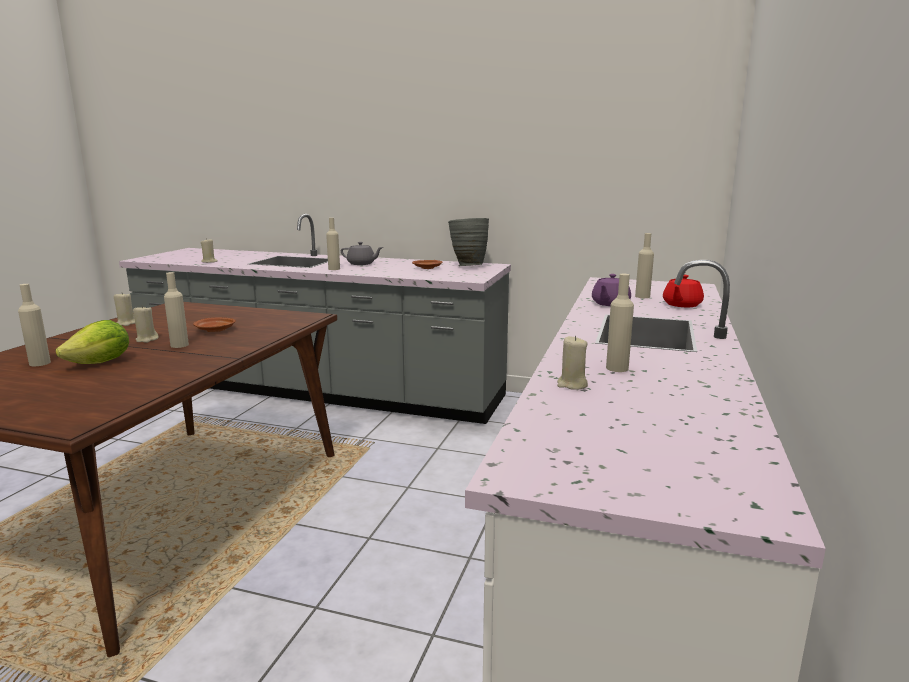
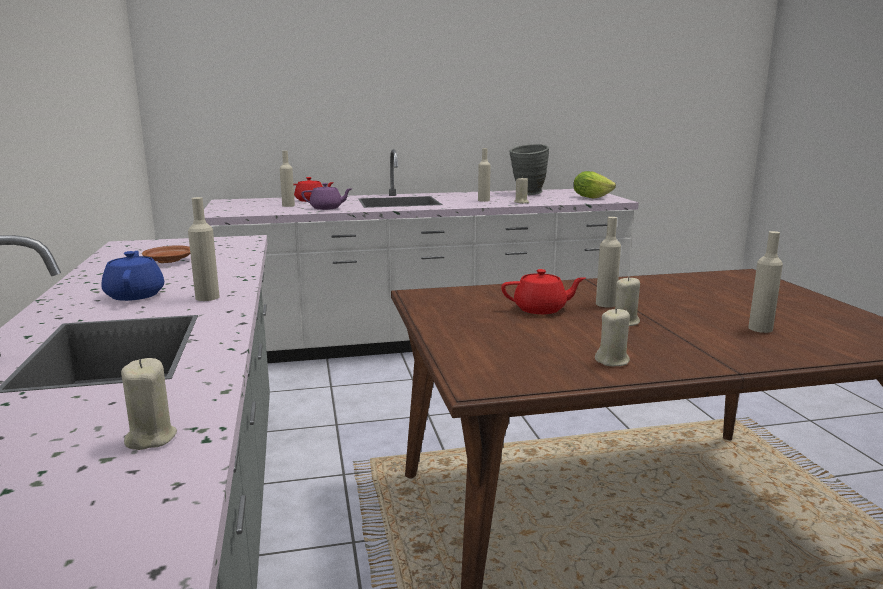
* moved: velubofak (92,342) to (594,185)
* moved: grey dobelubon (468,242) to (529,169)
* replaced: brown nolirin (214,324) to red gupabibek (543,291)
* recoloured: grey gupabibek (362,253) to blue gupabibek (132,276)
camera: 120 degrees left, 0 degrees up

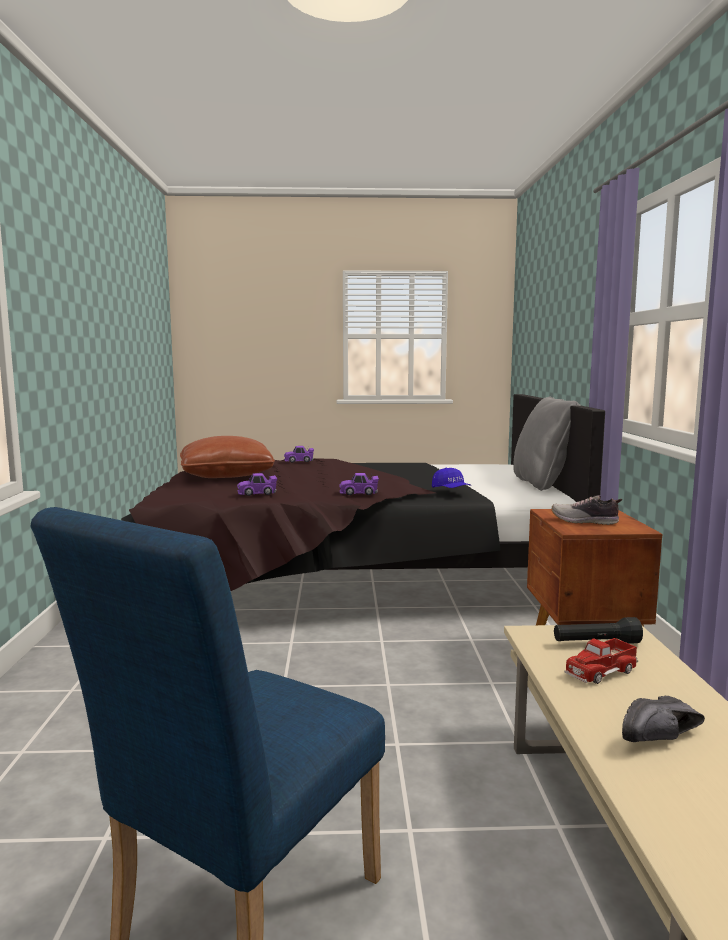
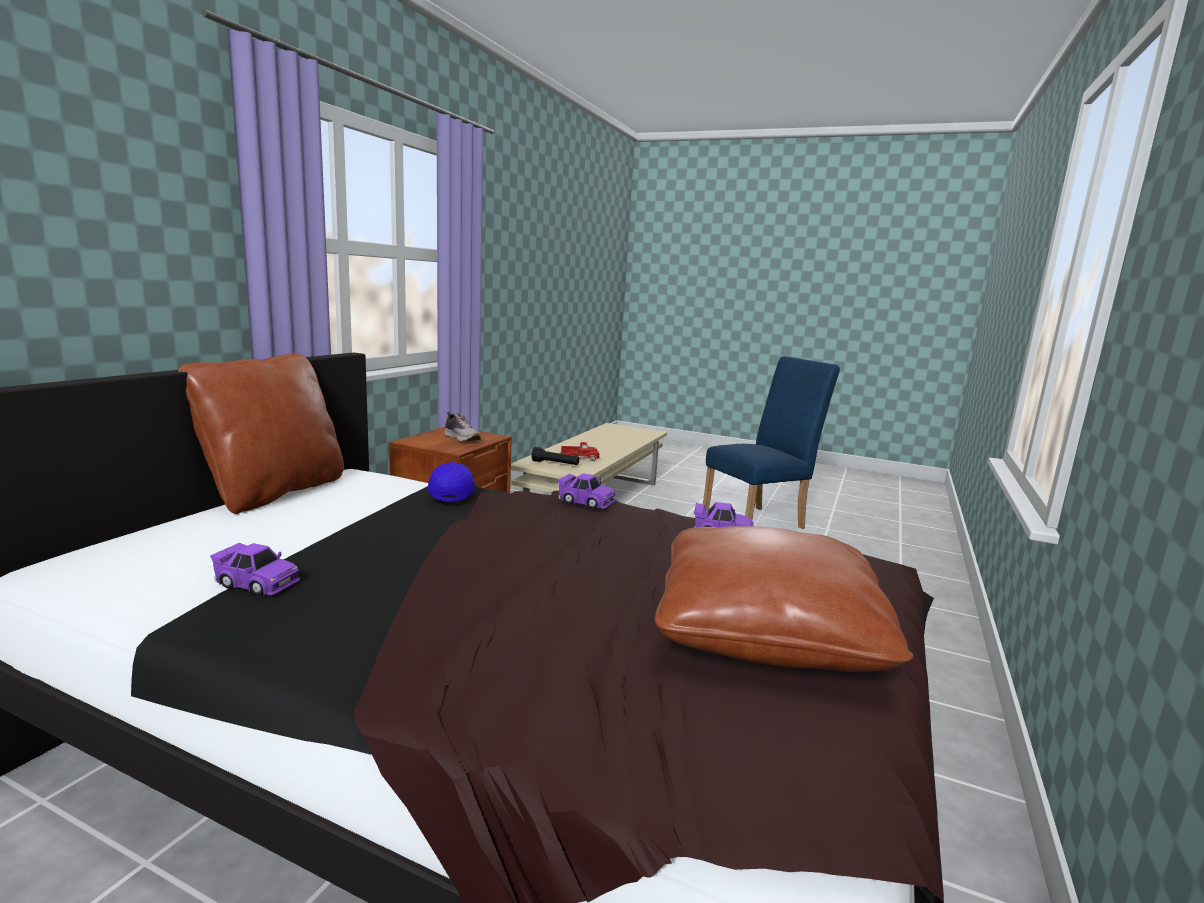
* removed: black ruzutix (663,719)
* moved: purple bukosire (299,454) to (255,569)
* recoloured: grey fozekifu (547,444) to brown fozekifu (261,434)
camera: 155 degrees left, 5 degrees up

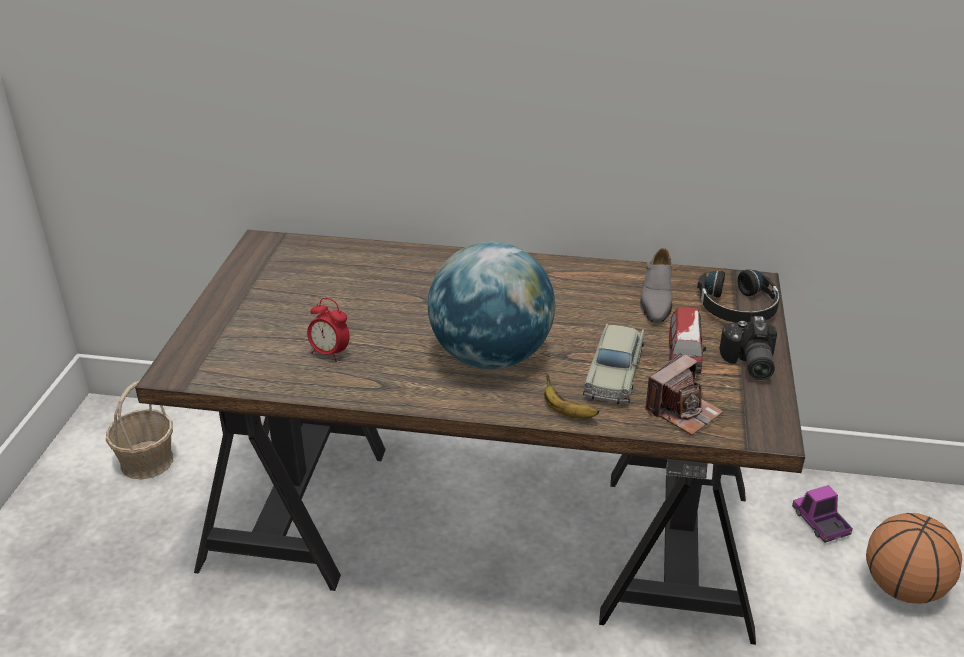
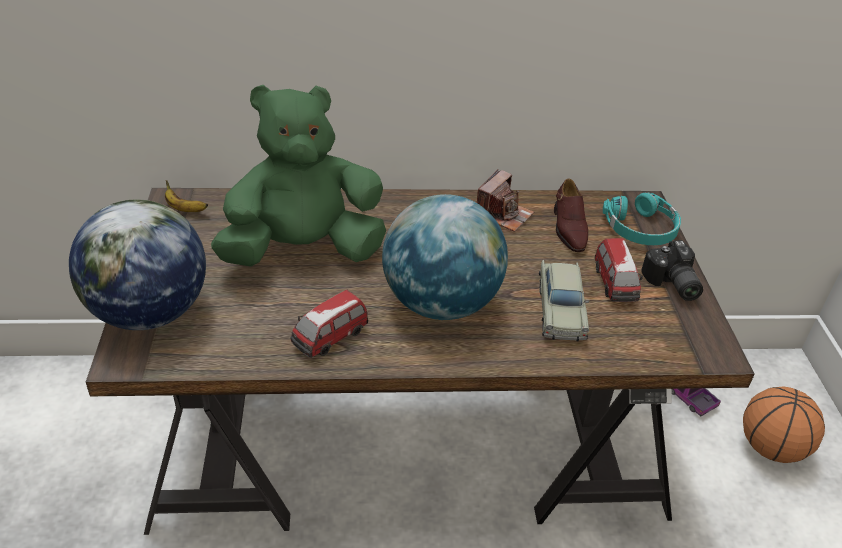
* removed: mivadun (139,430)
* removed: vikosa (328,330)
* added: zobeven (137,265)
* added: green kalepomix (298,176)
* added: bukosire (329,324)
* moved: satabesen (571,396) to (186,196)
* moved: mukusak (684,394) to (505,200)
* recoloured: grey ruzutix (656,285) to brown ruzutix (571,215)
* recoloured: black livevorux (738,296) to turquoise livevorux (642,219)
camera: 15 degrees left, 5 degrees up

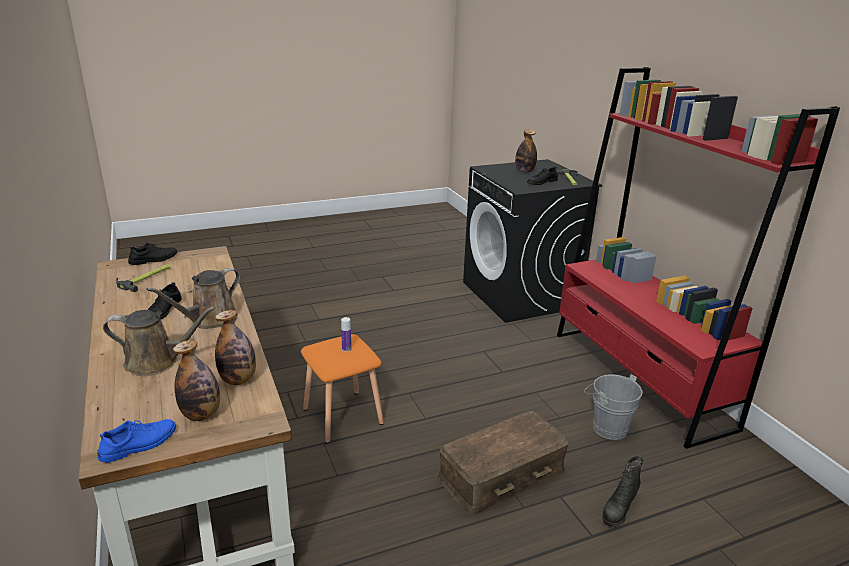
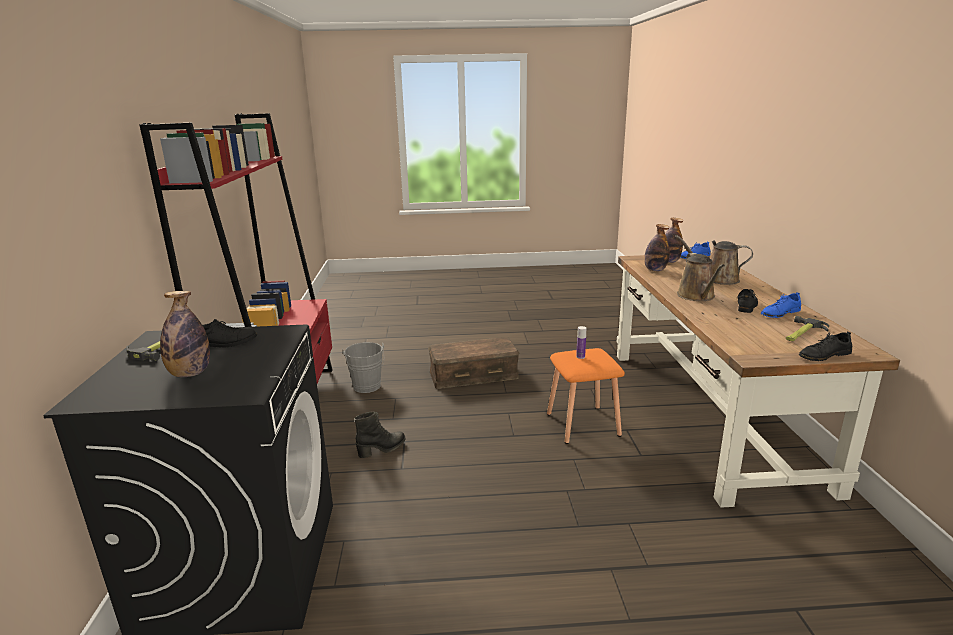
* added: blue ruzutix (781,305)
* moved: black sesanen (623,491) to (379,435)
* turned: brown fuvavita (193,298) = (701,277) 120 degrees clockwise
camera: 160 degrees left, 5 degrees down

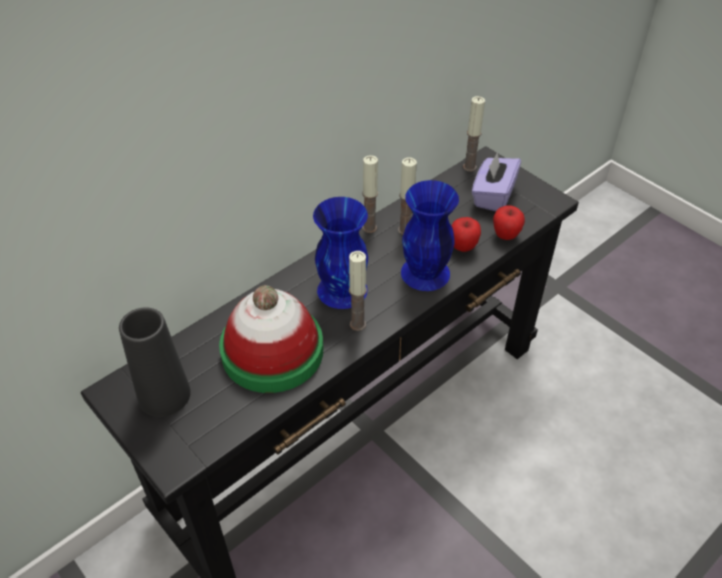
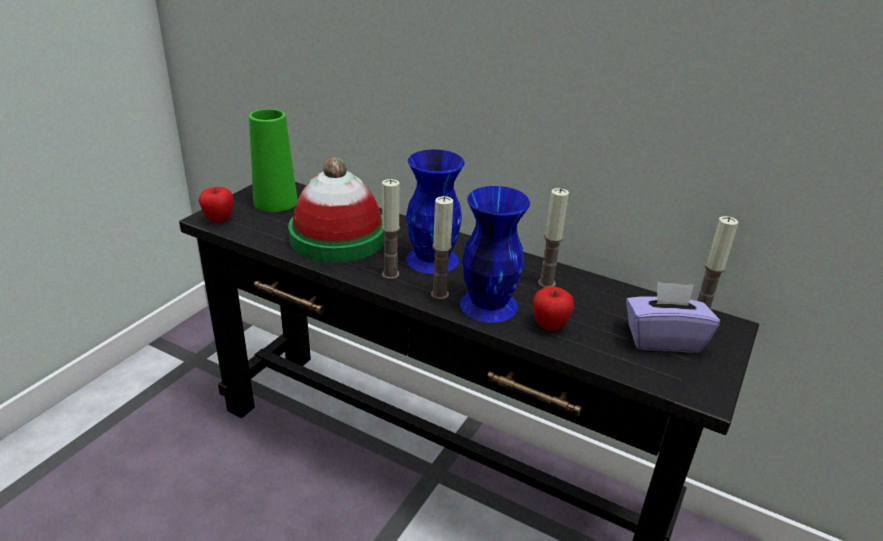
* moved: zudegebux (370,194) to (442,248)
* moved: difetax (509,222) to (216,205)
* recoloured: black dobelubon (155,362) to green dobelubon (273,160)
camera: 70 degrees right, 15 degrees down

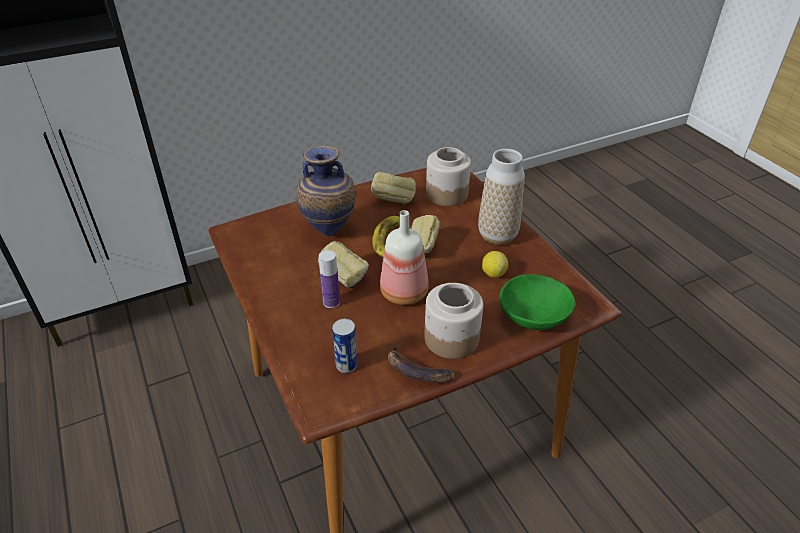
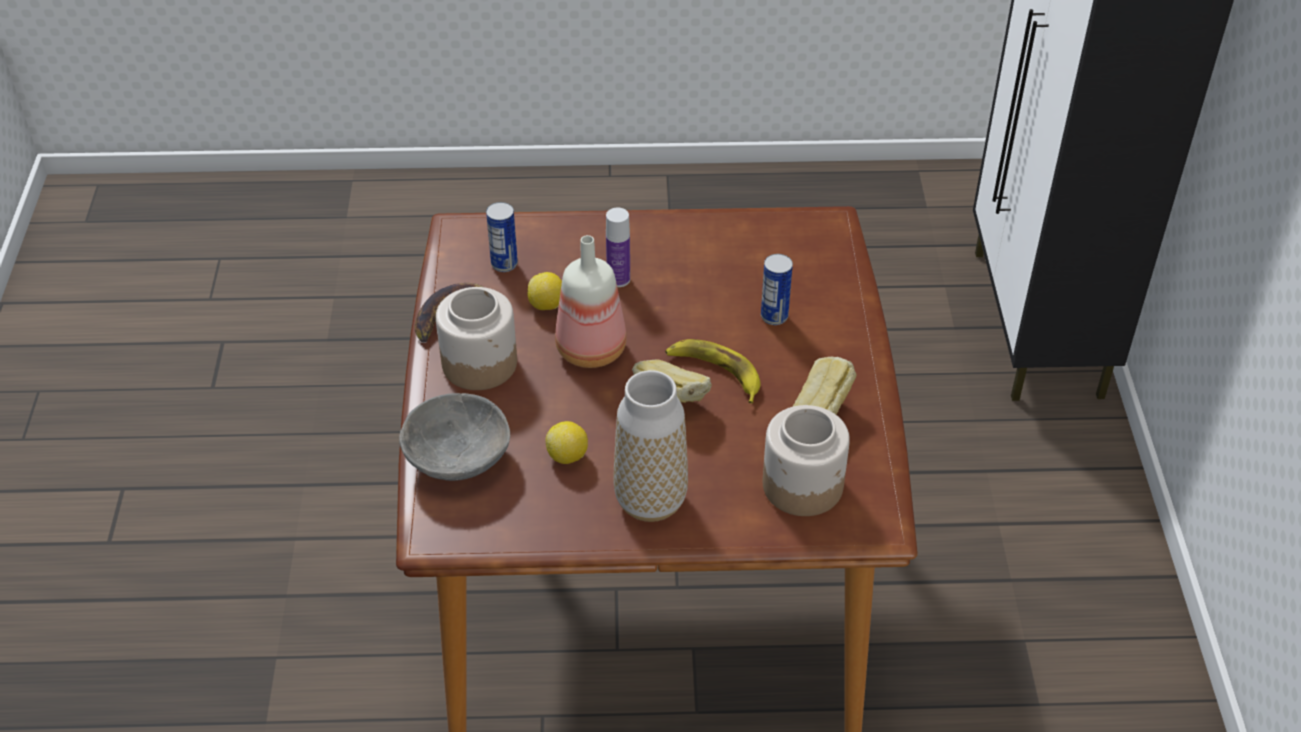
* removed: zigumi (343,264)
* added: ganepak (545,291)
* replaced: dobelubon (325,191) to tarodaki (777,289)
* recoloured: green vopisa (537,302) to grey vopisa (454,437)
camera: 115 degrees right, 5 degrees up

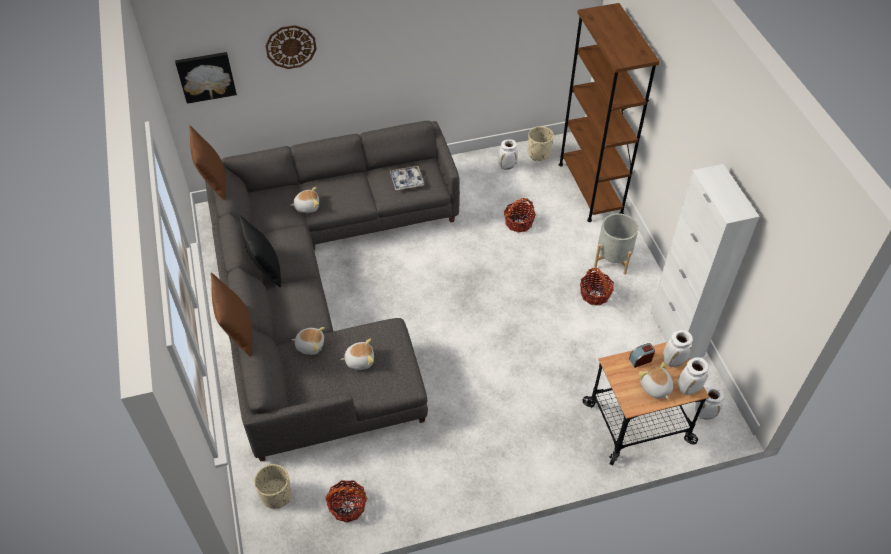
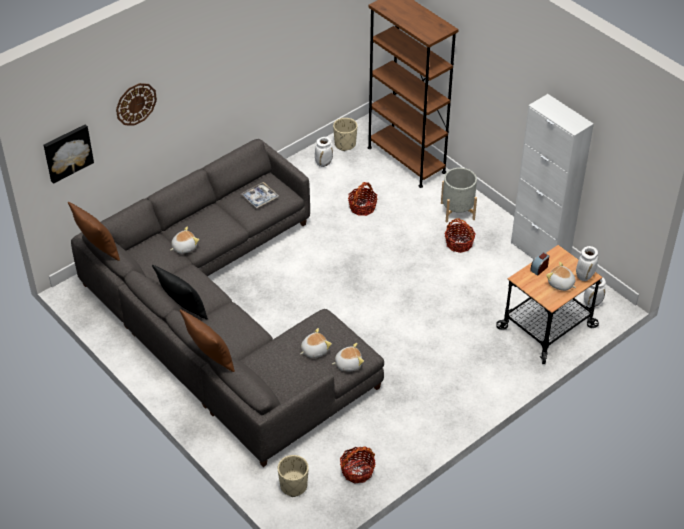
* removed: white dobelubon (678,348)
* moved: kalepomix (308,341) to (348,357)
camera: 25 degrees left, 5 degrees down

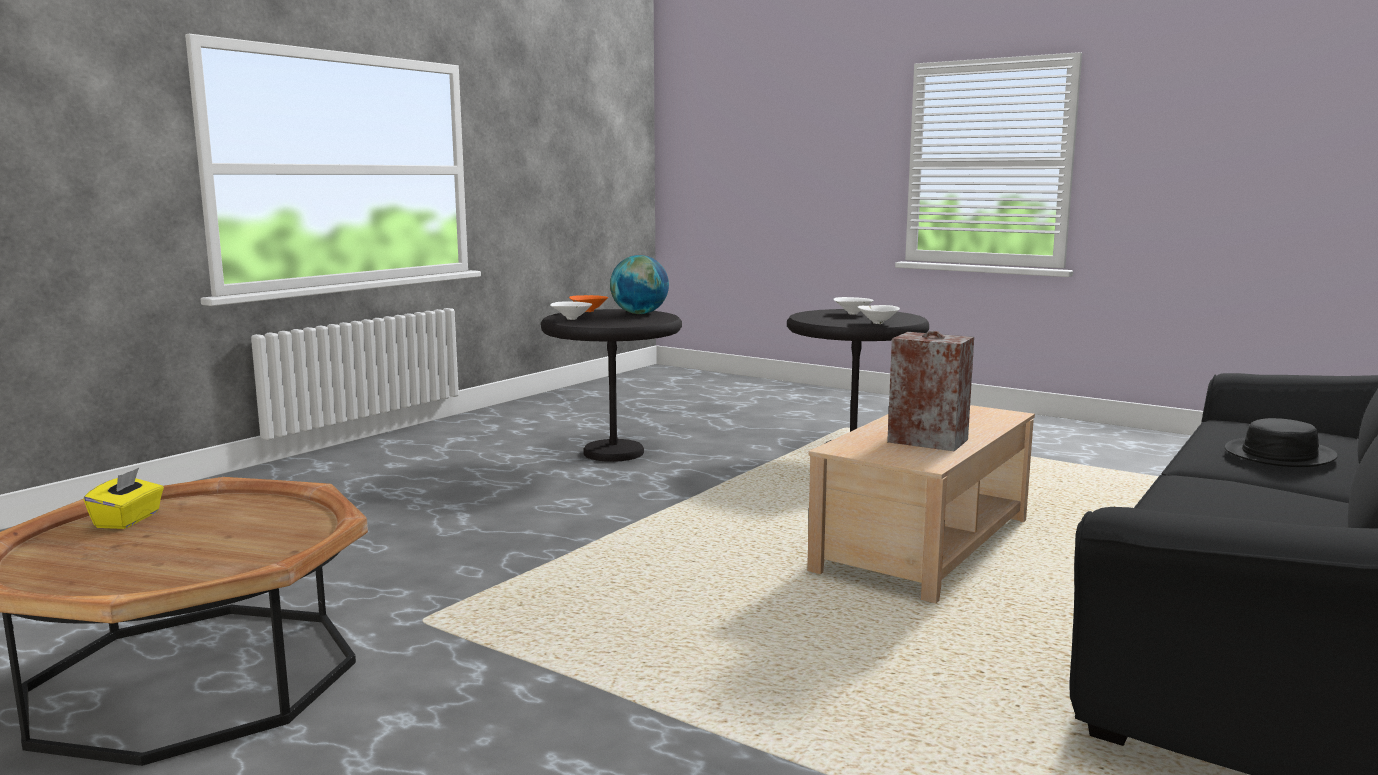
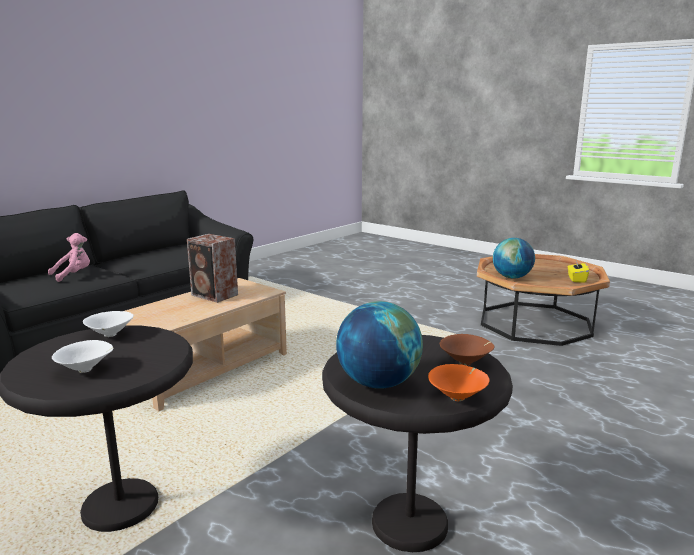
* added: zobeven (514,258)
* replaced: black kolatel (1281,442) to pink kalepomix (69,257)
* recoloured: white vopisa (571,310) to brown vopisa (466,350)
camera: 175 degrees left, 5 degrees up

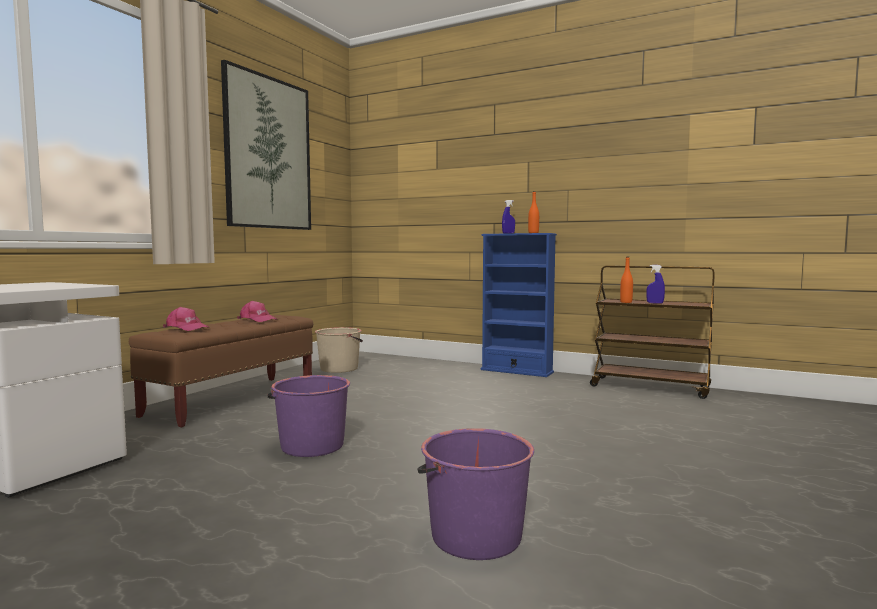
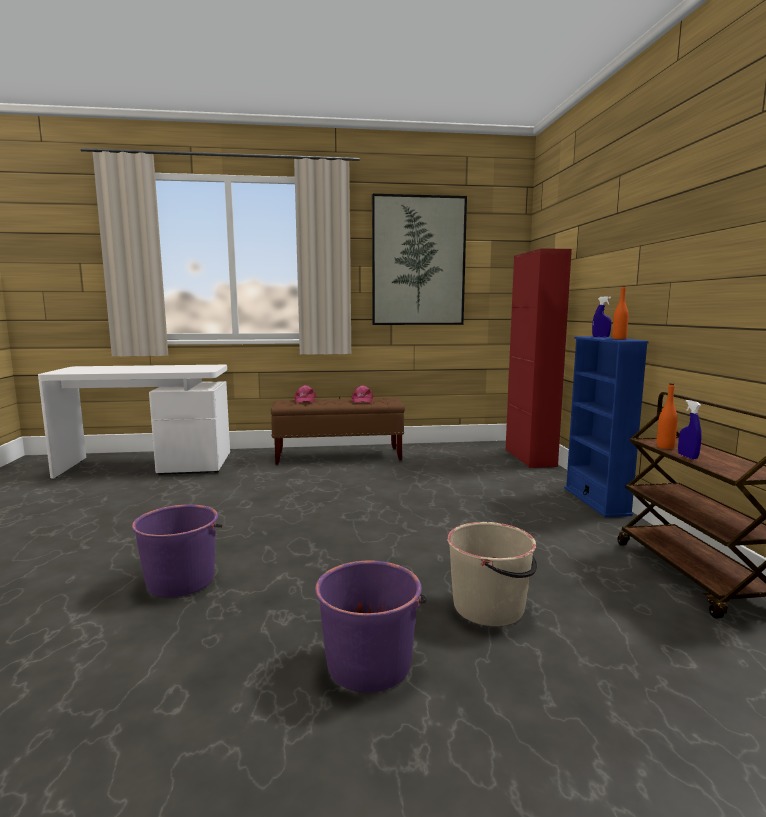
* added: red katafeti (539,358)
* moved: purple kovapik (308,416) to (371,626)
* moved: beige kovapik (339,350) to (492,574)
camera: 55 degrees right, 5 degrees up

